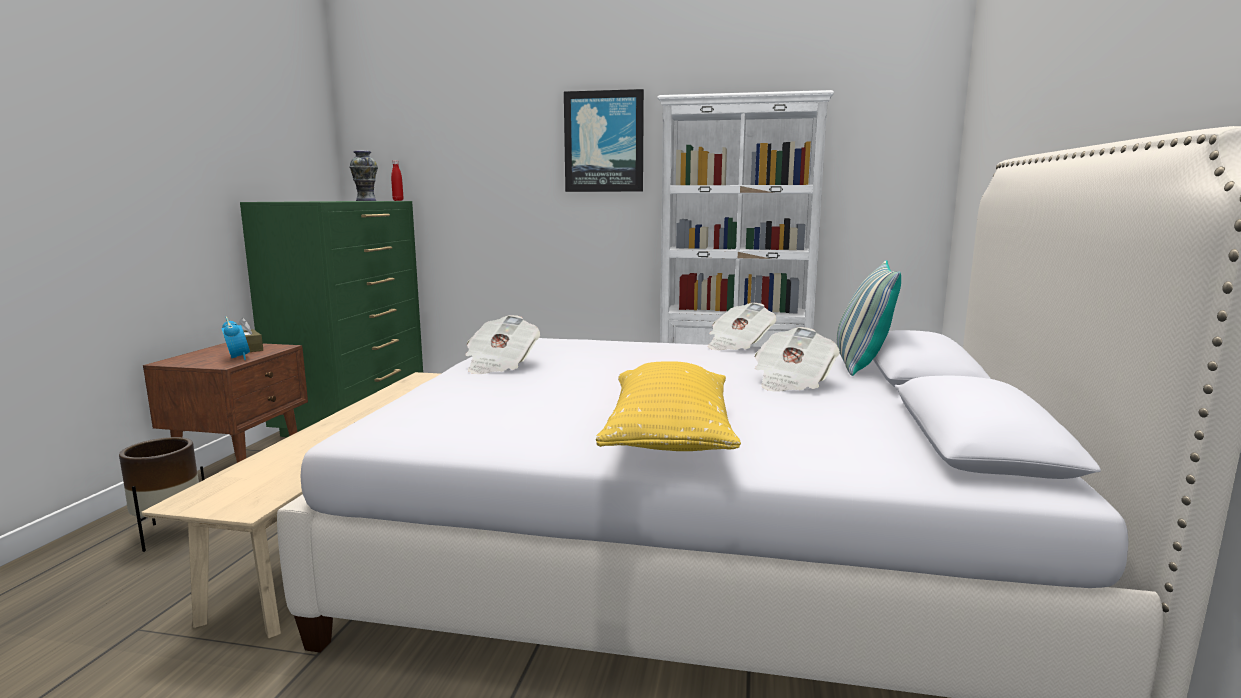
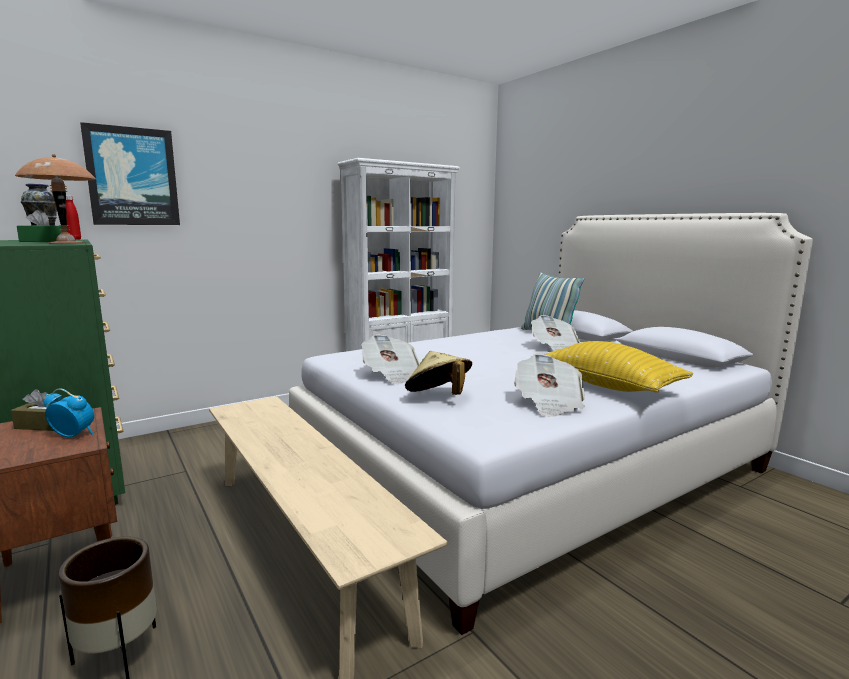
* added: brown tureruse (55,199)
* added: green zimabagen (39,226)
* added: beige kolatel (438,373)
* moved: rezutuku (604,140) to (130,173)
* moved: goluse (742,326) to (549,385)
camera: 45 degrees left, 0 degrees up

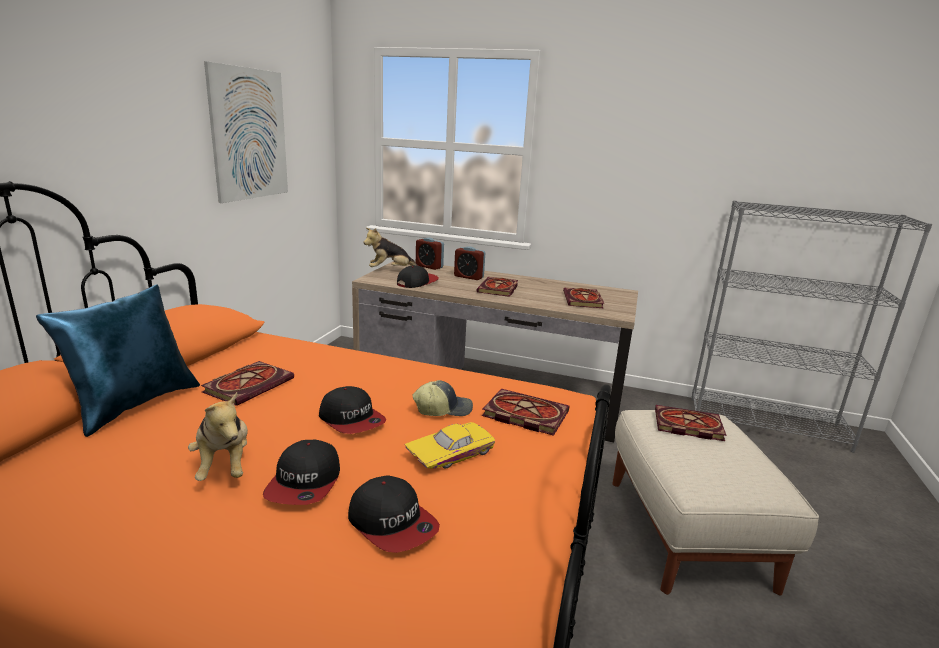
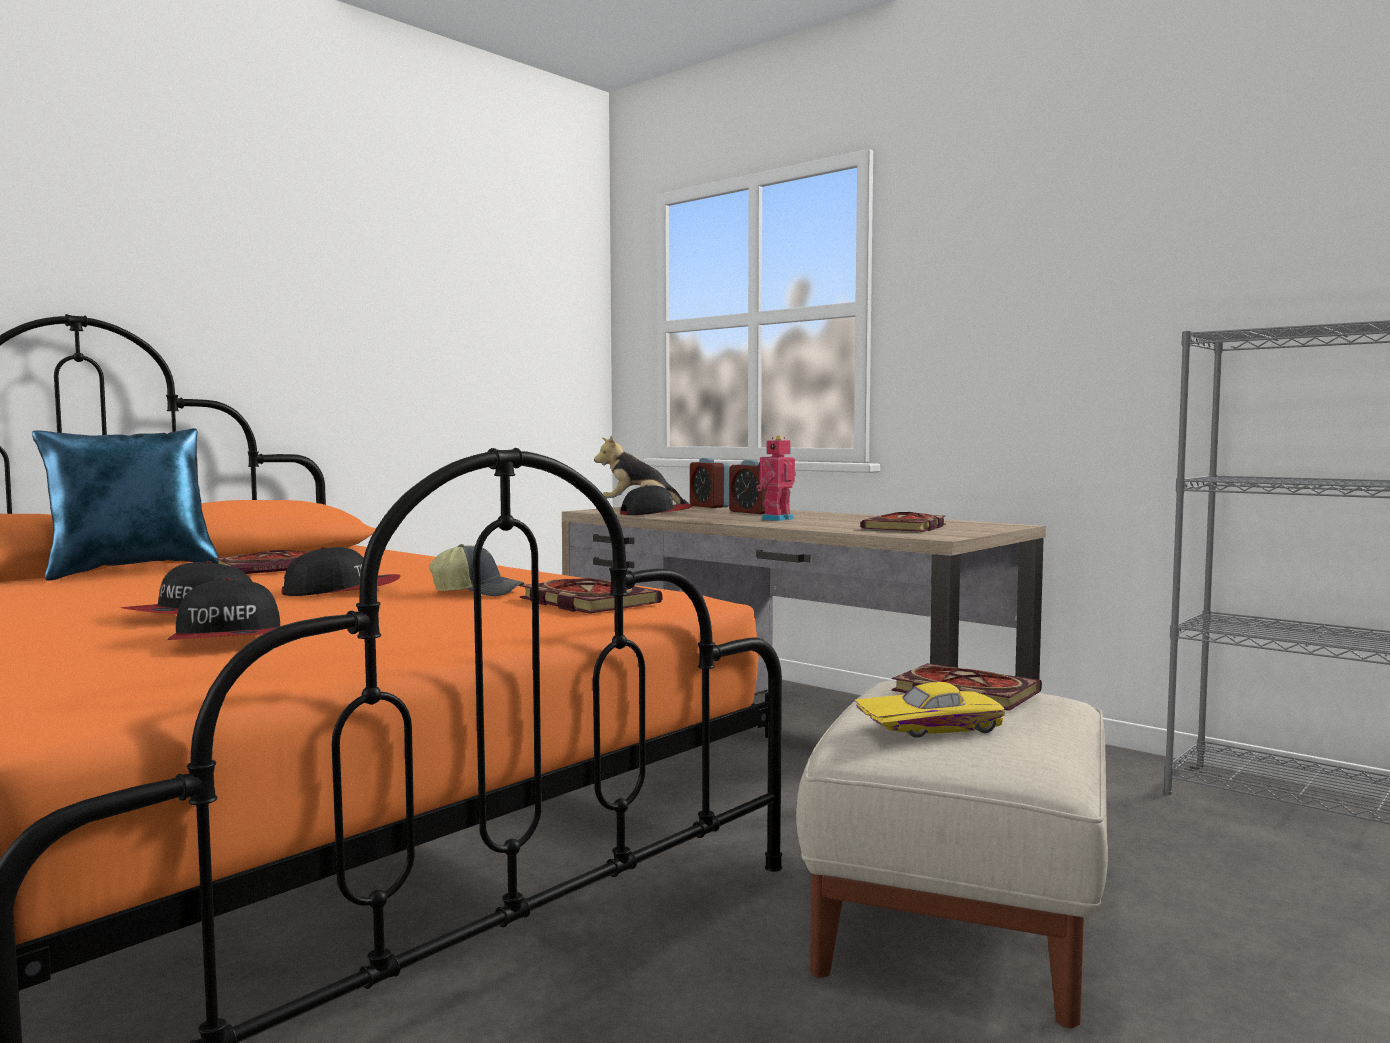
* removed: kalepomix (218,436)
* removed: rezutuku (246,132)
* moved: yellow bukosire (449,445) to (929,710)
* replaced: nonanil (497,287) to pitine (776,478)
* turned: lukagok (352,410) = (341,571) 90 degrees counterclockwise
camera: 25 degrees right, 15 degrees down

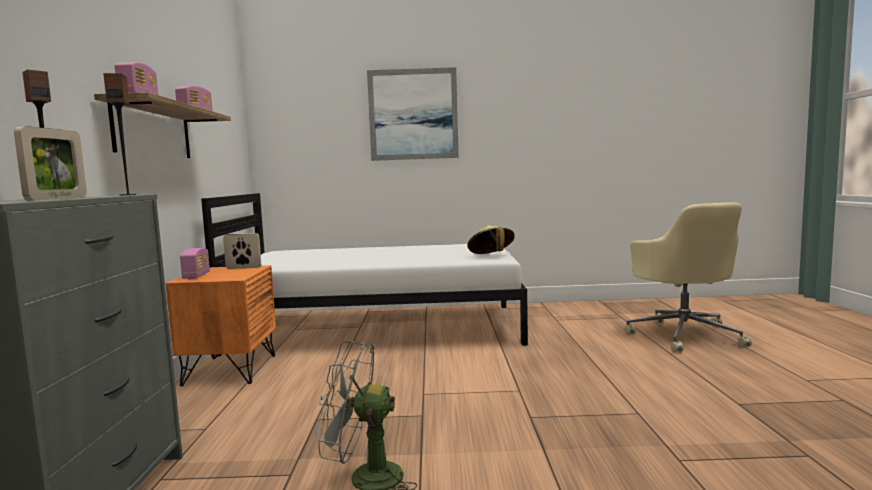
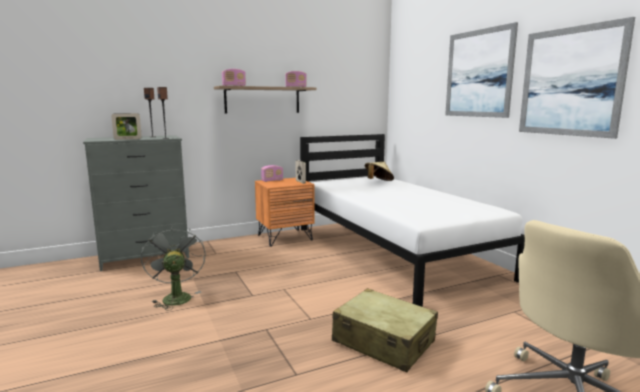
* added: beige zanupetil (385,330)
* added: rezutuku (577,78)
* moved: beige kolatel (490,239) to (379,171)
camera: 65 degrees right, 5 degrees up

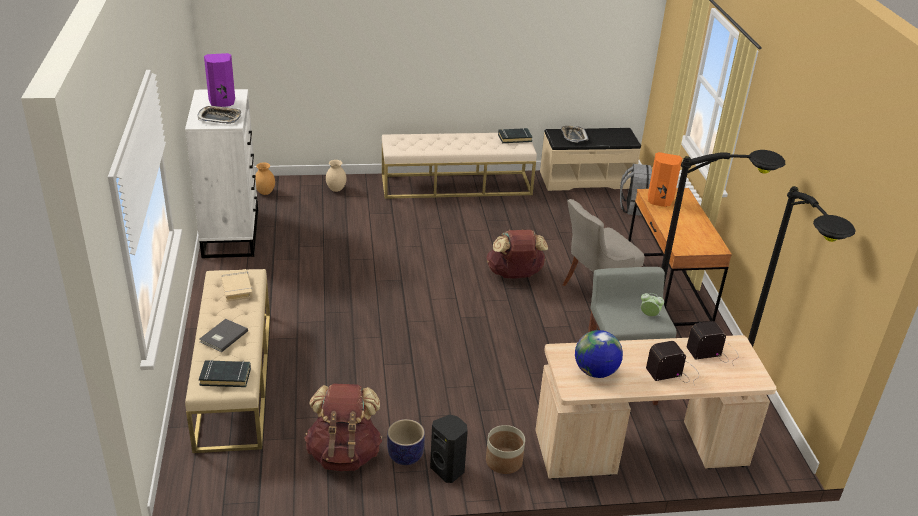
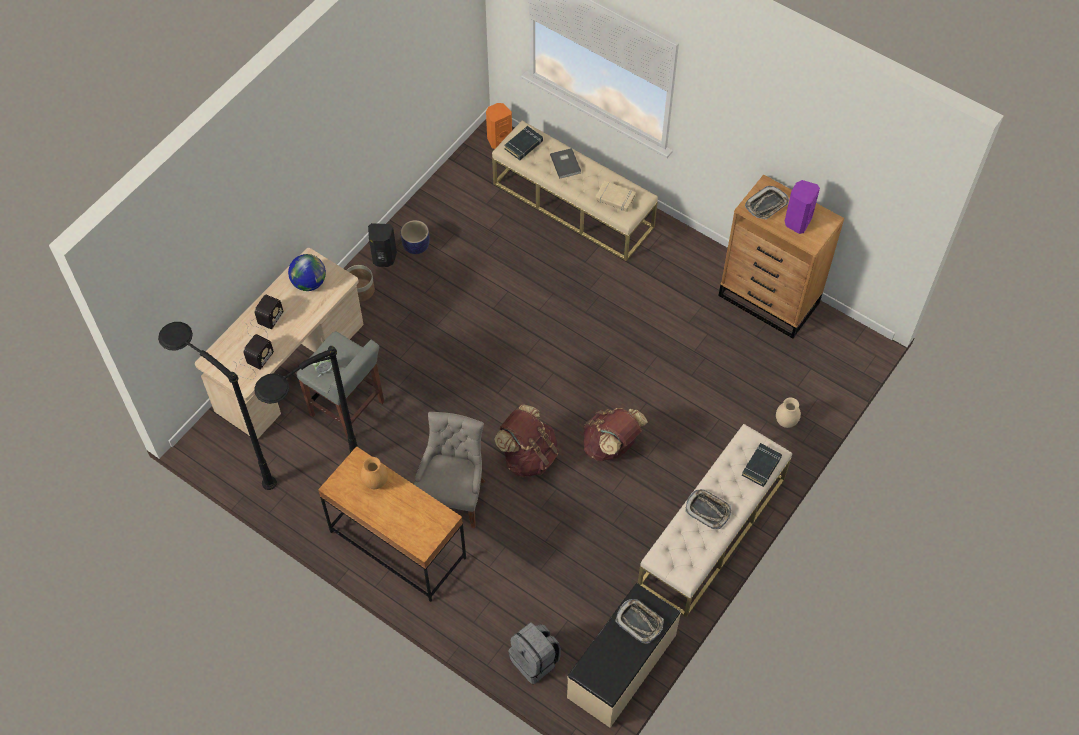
* added: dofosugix (708,509)
* moved: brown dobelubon (265,178) to (374,473)
* moved: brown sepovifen (343,427) to (615,434)
* moved: black nonanil (515,135) to (762,465)
* moved: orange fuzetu (665,179) to (499,126)
* recoloured: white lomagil (221,173) to brown lomagil (781,256)
camera: 135 degrees right, 25 degrees up

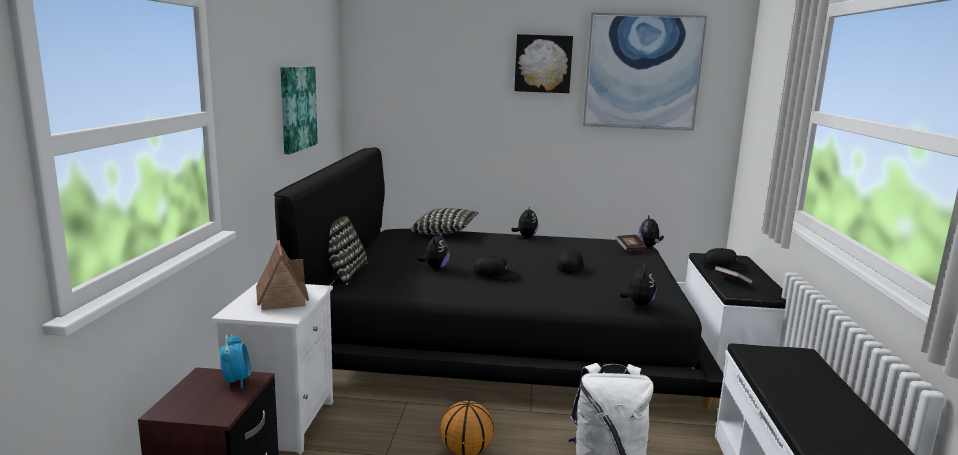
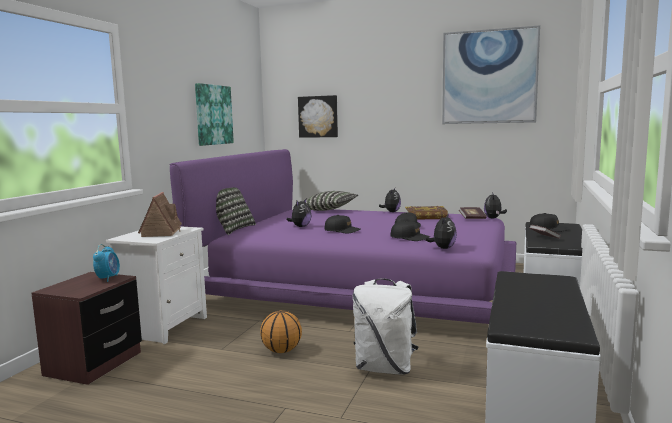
* added: black lukagok (410,231)
* added: nonanil (426,213)
* moved: rezutuku (543,63) to (318,116)
* recoloured: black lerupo (499,278) to purple lerupo (342,236)
camera: 15 degrees right, 5 degrees down

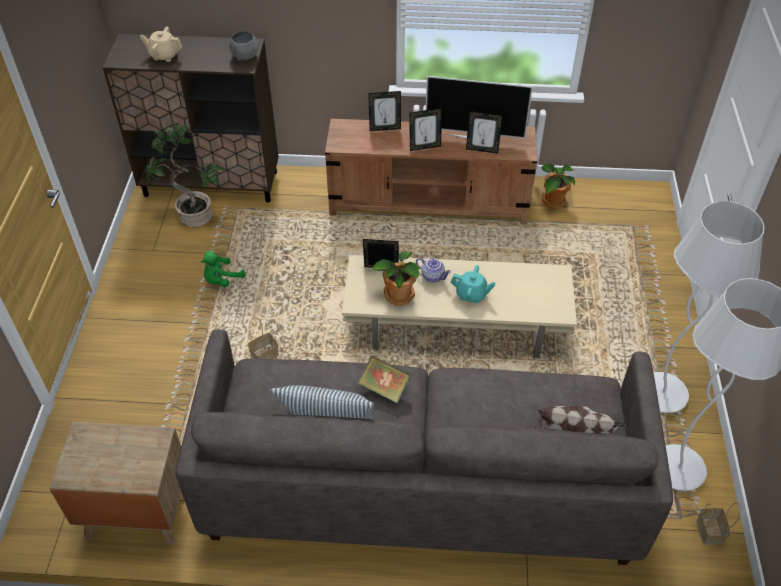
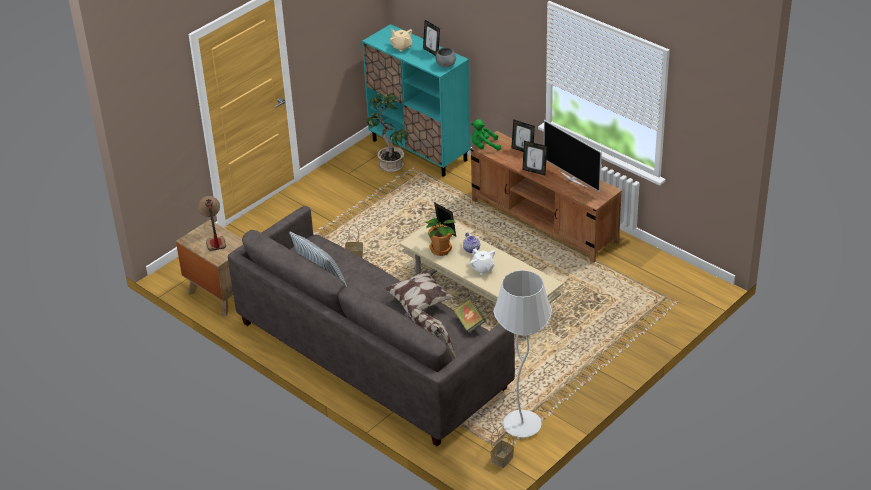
* removed: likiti (558,186)
* removed: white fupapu (709,307)
* added: tureruse (212,223)
* added: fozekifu (419,294)
* moved: green kalepomix (223,269) to (486,135)
* moved: nonanil (385,379) to (469,315)
* moved: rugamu (484,132) to (431,38)
* recoloured: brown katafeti (190,118) to turquoise katafeti (416,100)
* recoloured: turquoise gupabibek (473,284) to white gupabibek (482,261)
camera: 40 degrees right, 10 degrees down

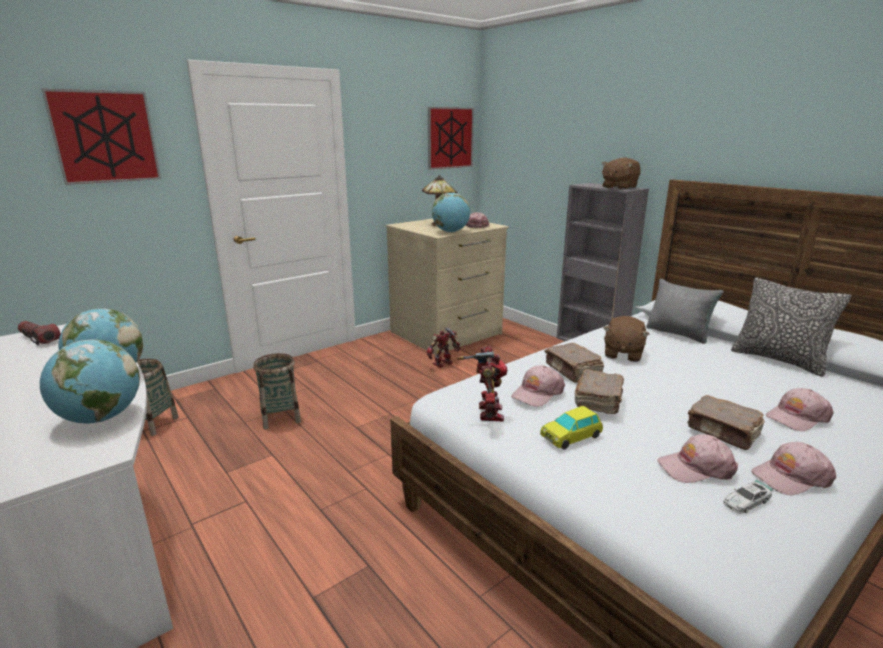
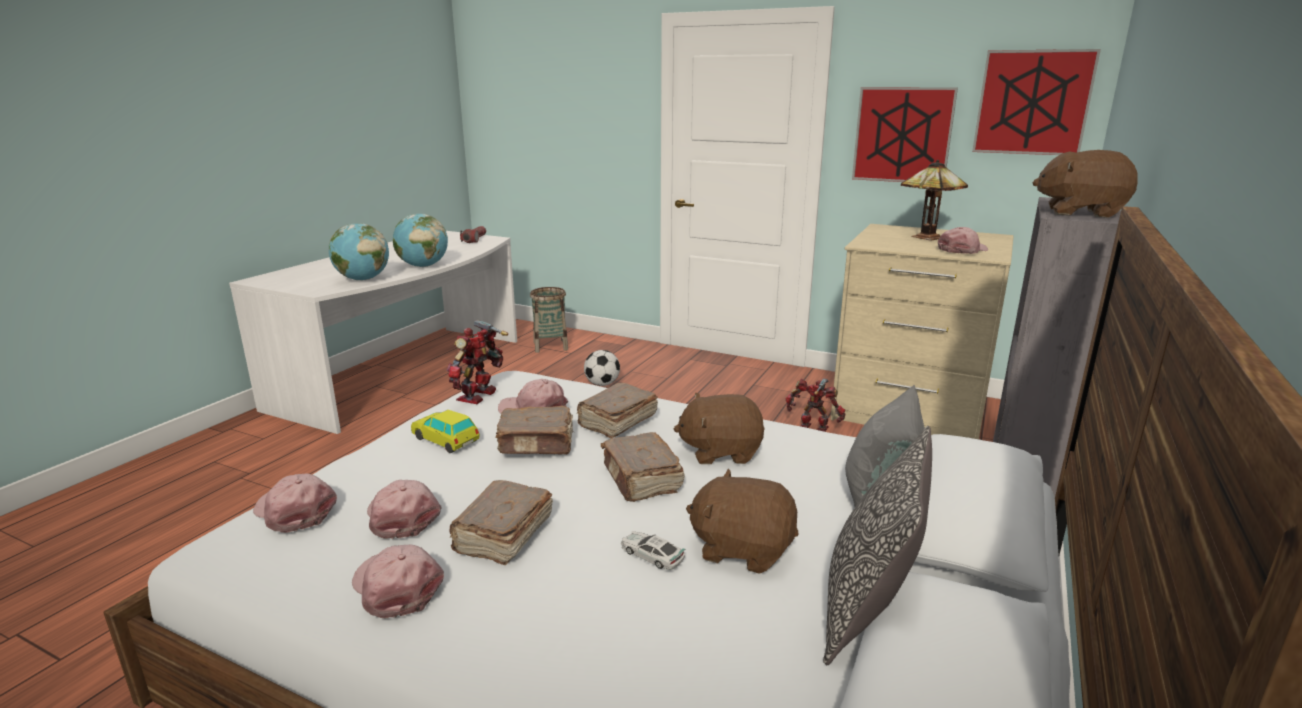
* removed: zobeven (451,212)
* added: brown nonanil (643,467)
* added: brown kalepomix (742,521)
* moved: rezutuku (101,137) to (905,134)
* moved: bukosire (748,496) to (653,550)
* moved: pink lukagok (800,409) to (295,503)
* replaced: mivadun (277,391) to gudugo (602,368)
* turned: pitine (482,383) = (477,362) 135 degrees clockwise
camera: 65 degrees right, 0 degrees up

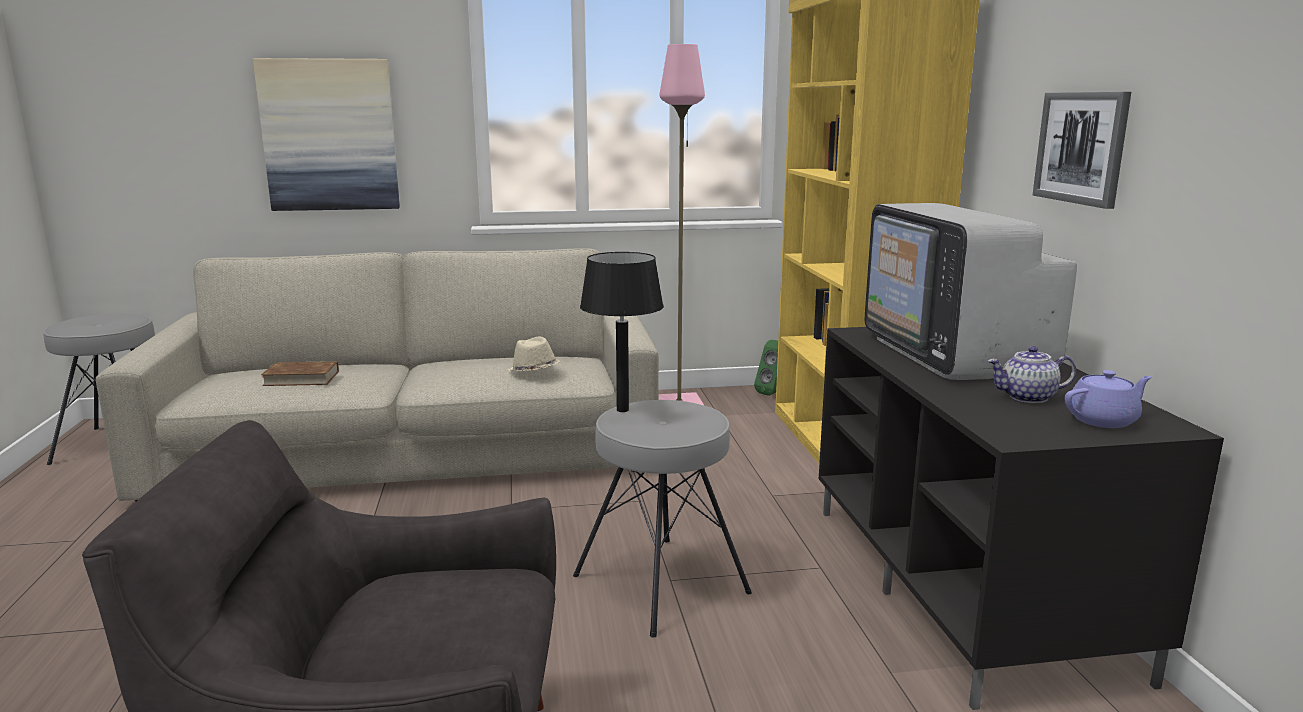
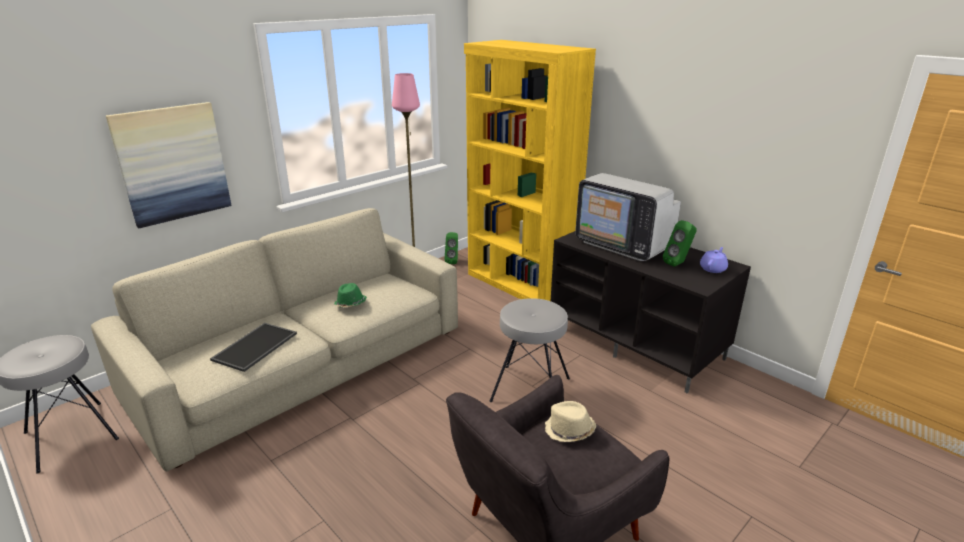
* removed: black tureruse (622,332)
* removed: rezutuku (1082,150)
* added: green kolatel (350,295)
* moved: beige kolatel (534,354) to (570,421)
* replaced: brown nonanil (300,373) to dofosugix (253,347)
* replaced: gupabibek (1031,374) to green fuzetu (680,243)
camera: 35 degrees left, 10 degrees up

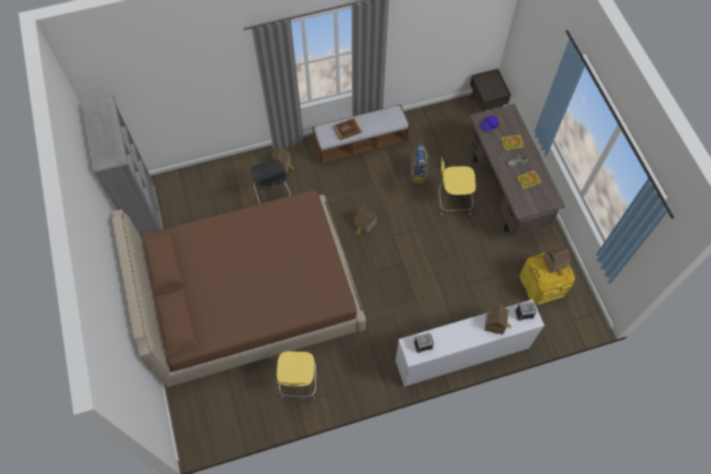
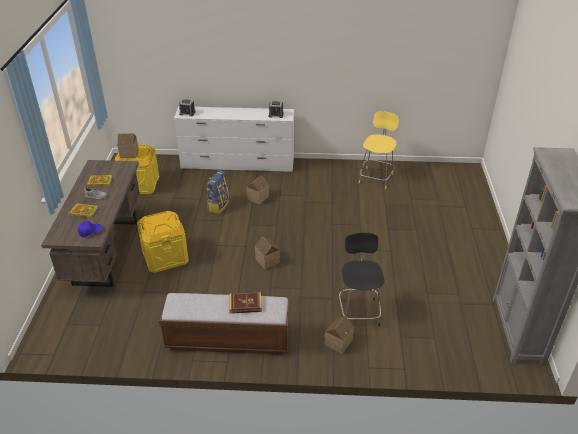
* removed: brown lerupo (239,288)
* removed: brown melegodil (490,90)
* moved: sepovifen (419,164) to (217,192)
* moved: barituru (497,319) to (257,189)
* replaced: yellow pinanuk (457,186) to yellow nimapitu (163,242)
camera: 160 degrees left, 25 degrees down

